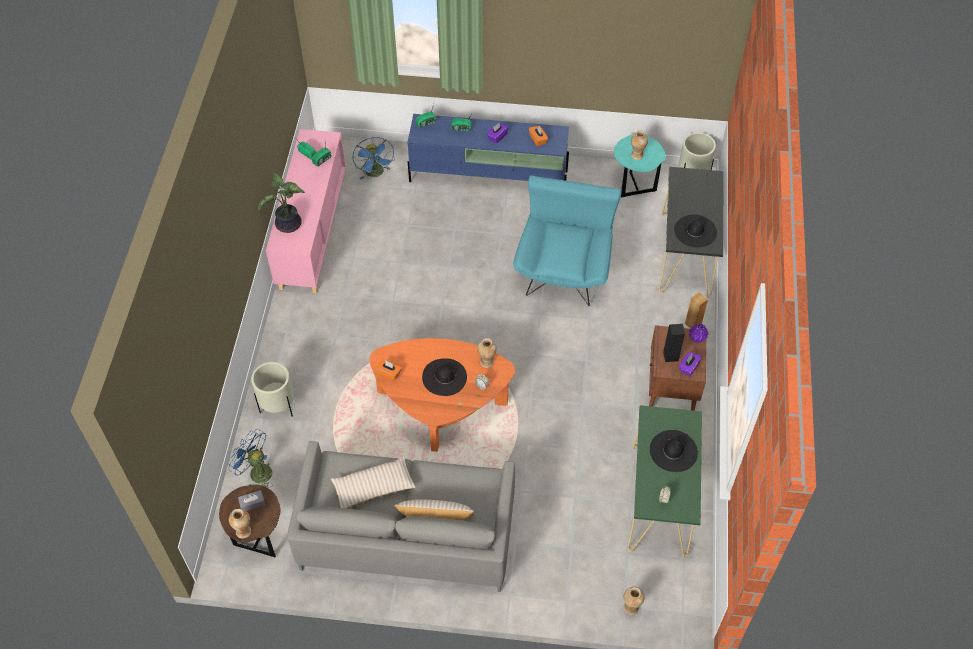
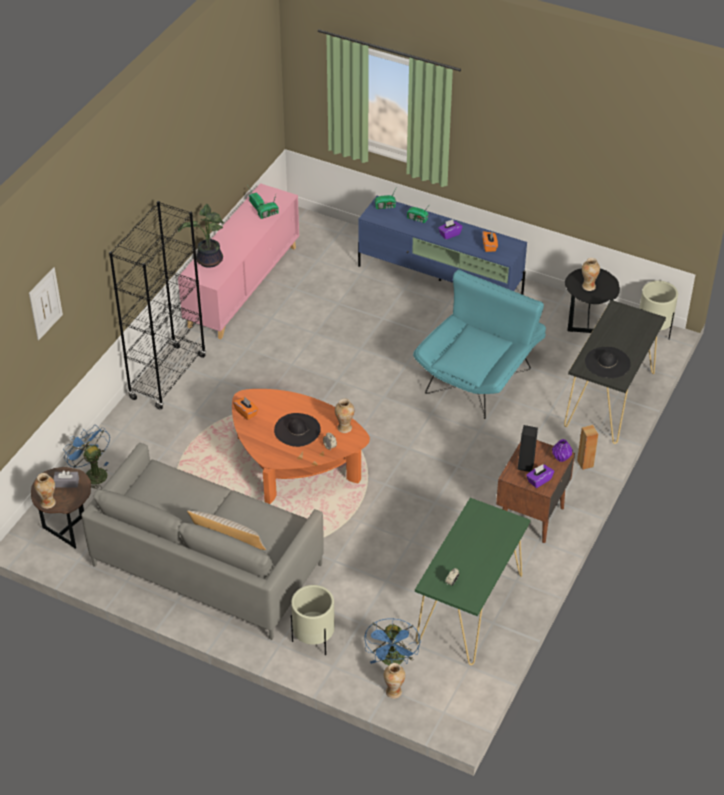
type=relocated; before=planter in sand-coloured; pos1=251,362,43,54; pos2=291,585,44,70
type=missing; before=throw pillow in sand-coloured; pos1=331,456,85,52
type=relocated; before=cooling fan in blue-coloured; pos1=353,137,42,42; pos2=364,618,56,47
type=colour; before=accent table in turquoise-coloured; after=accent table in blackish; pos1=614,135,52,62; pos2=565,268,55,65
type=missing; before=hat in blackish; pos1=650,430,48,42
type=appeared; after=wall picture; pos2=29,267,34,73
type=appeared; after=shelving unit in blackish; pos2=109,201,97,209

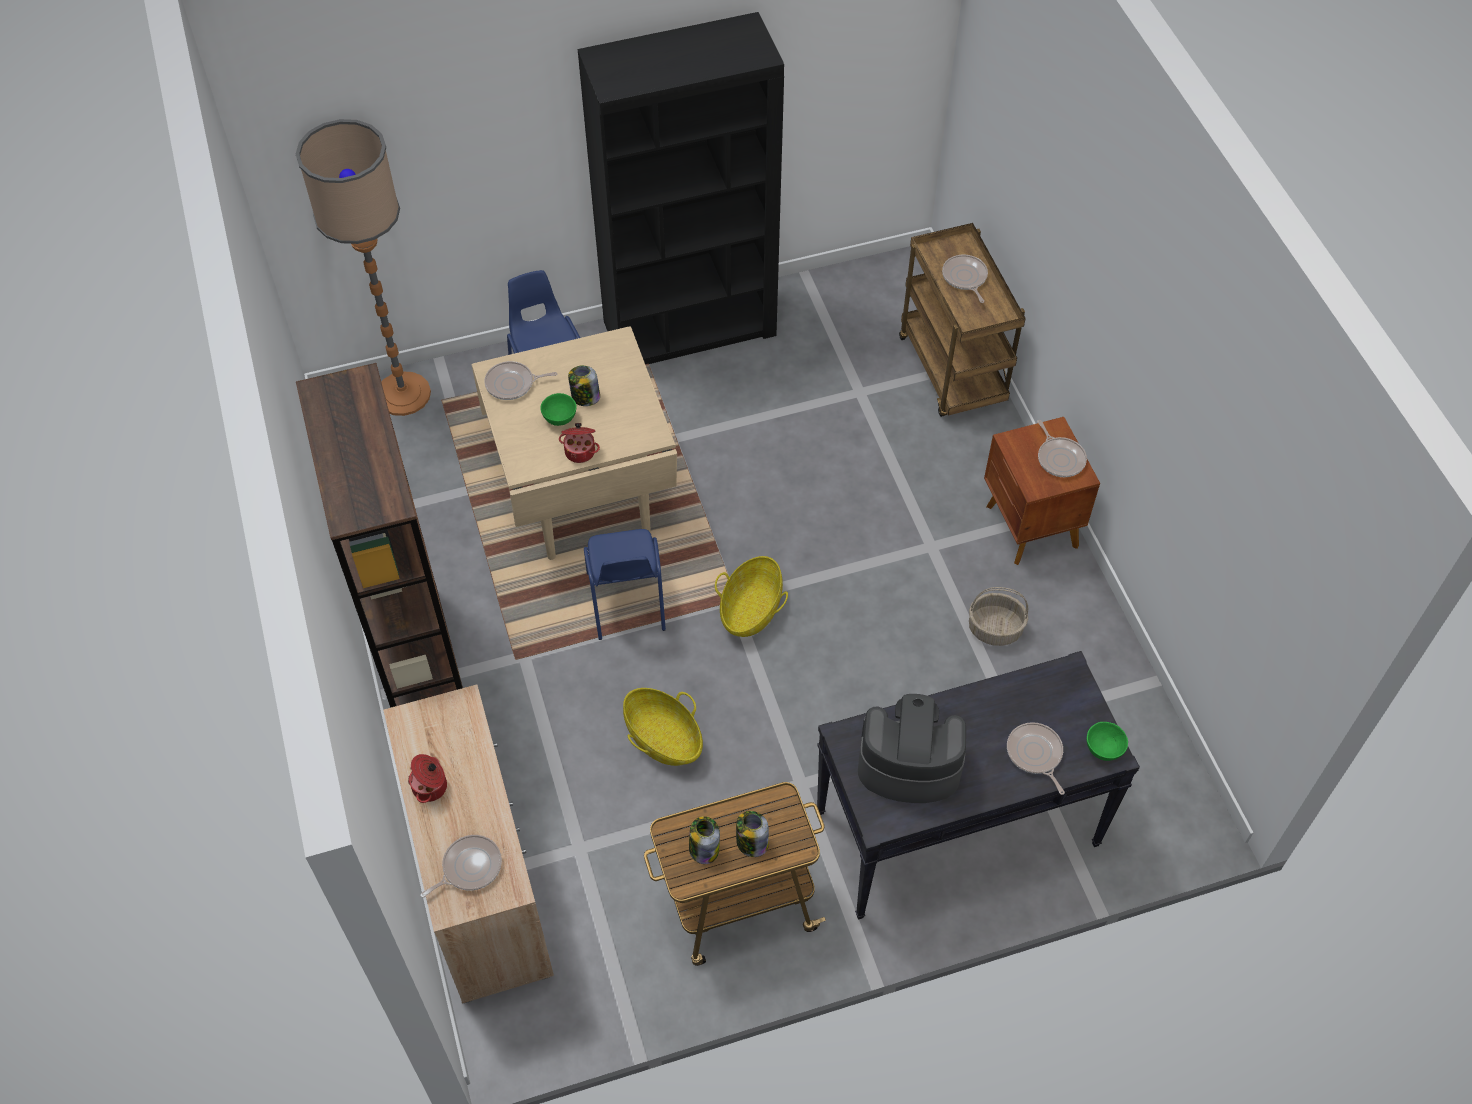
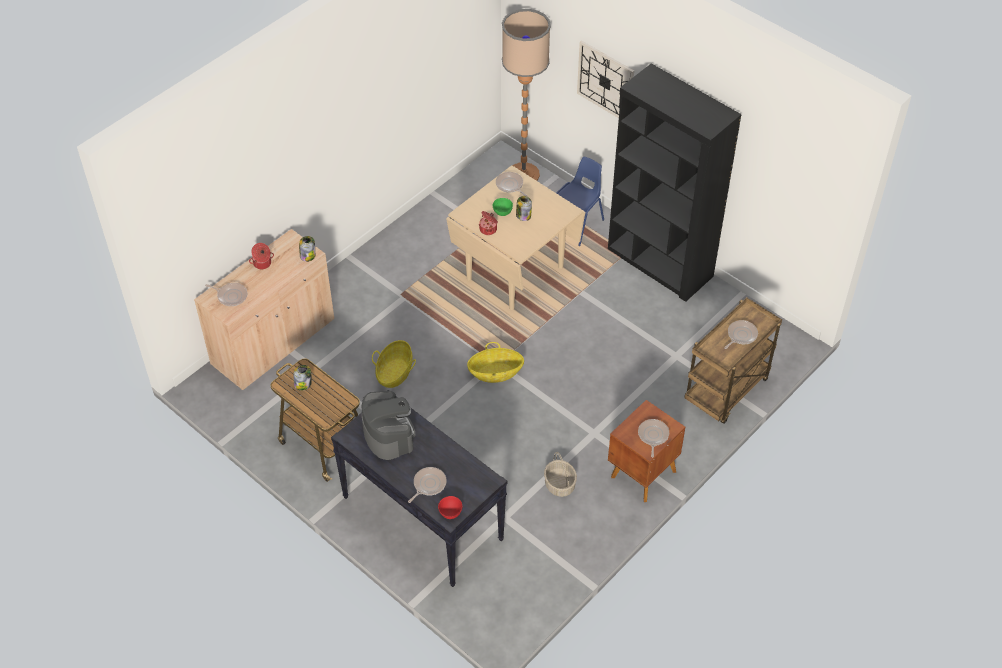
type=missing; before=shelving unit in brown; pos1=296,363,167,345
type=missing; before=plain chair in blue-coloured; pos1=584,529,82,111
type=relocated; before=jar; pos1=736,811,33,46; pos2=299,236,16,26
type=spun; before=skillet; pos1=1037,420,50,57; pos2=638,419,31,38; turn=150
type=colour; before=bowl in greenish; after=bowl in reddish; pos1=1087,722,41,39; pos2=438,496,24,23
type=appeared; after=wall clock; pos2=577,41,57,77

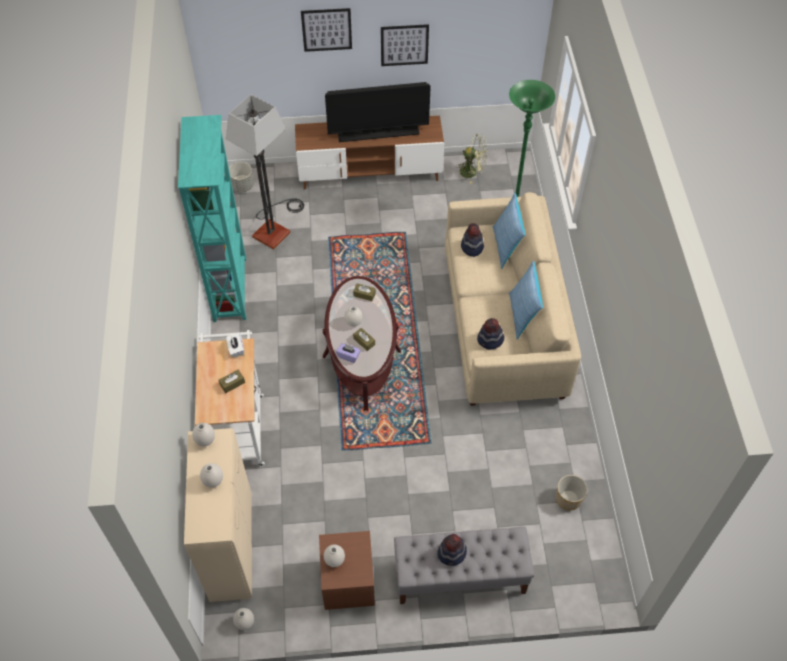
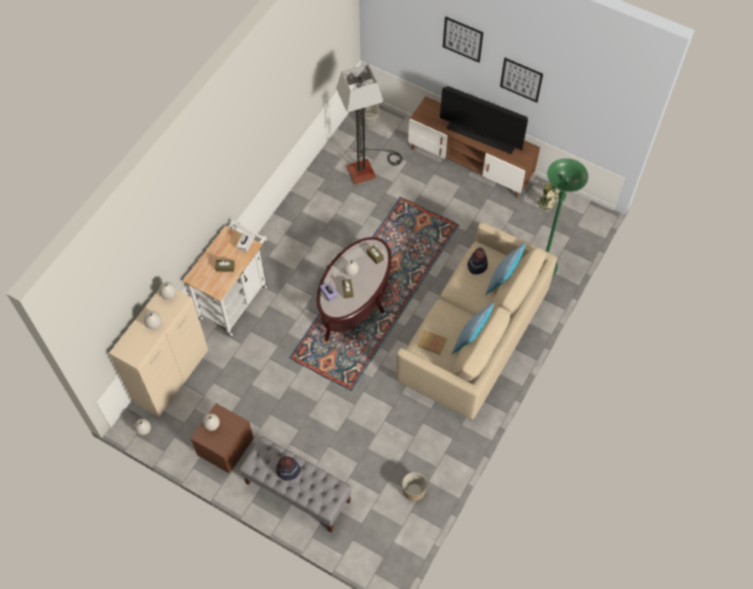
type=missing; before=shelving unit in turquoise-coloured; pos1=178,115,68,207
type=exchanged; before=hat; after=volume; pos1=477,318,27,32; pos2=417,330,30,25

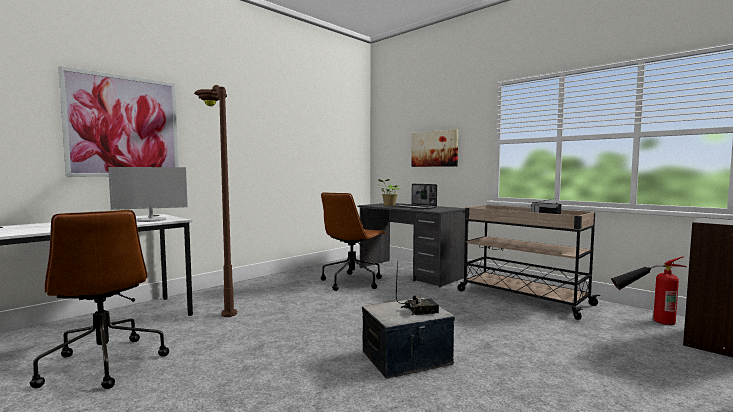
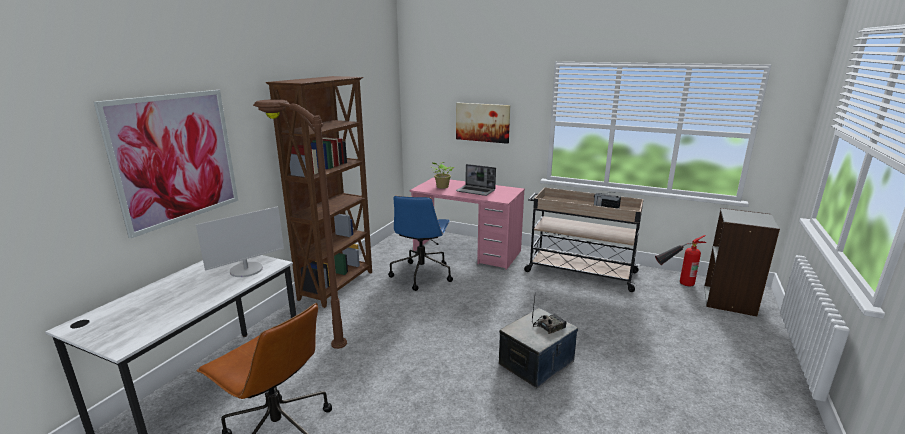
type=colour; before=office chair in brown; after=office chair in blue-coloured; pos1=321,192,65,99; pos2=388,196,65,95
type=colour; before=desk unit in gray; after=desk unit in pink; pos1=357,203,111,84; pos2=410,177,115,93
type=appeared; after=shelving unit in brown; pos2=266,76,106,232

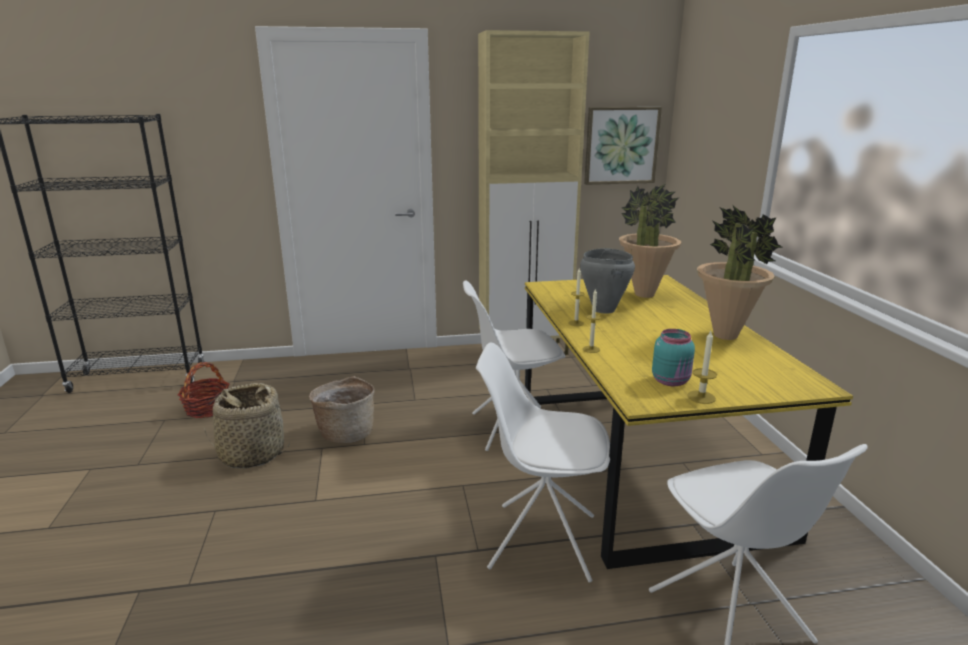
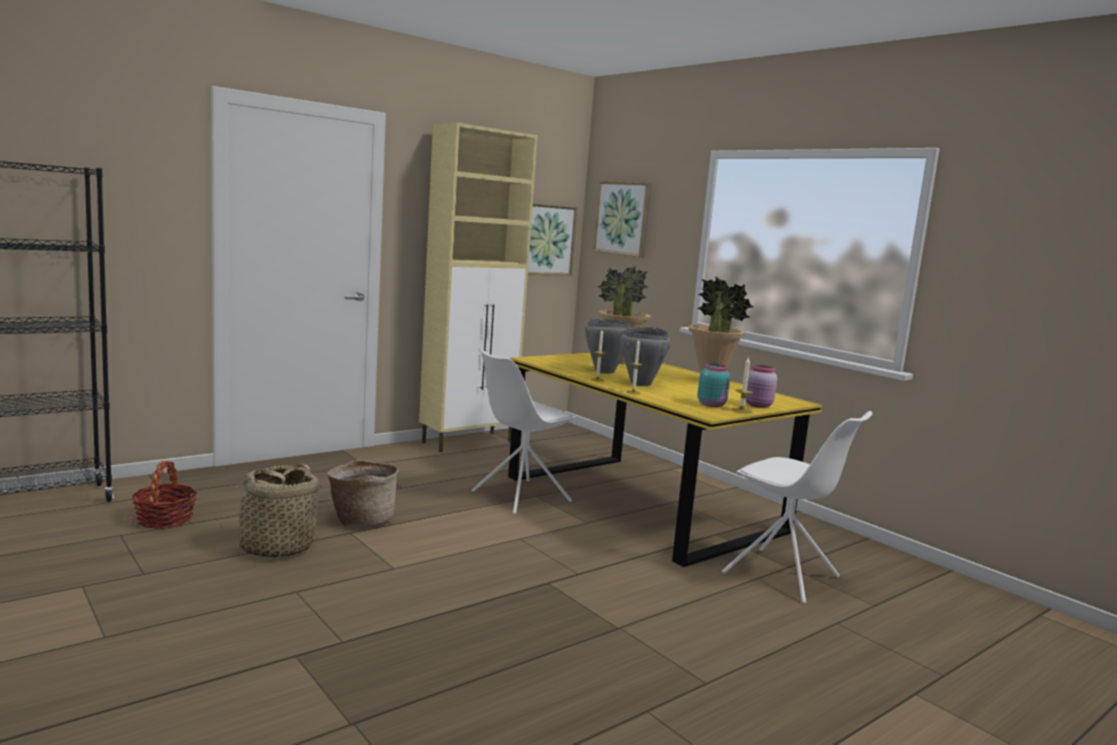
type=missing; before=plain chair in whitish; pos1=476,343,134,239
type=appeared; after=wall picture; pos2=593,181,58,76
type=appeared; after=stockpot in gray; pos2=620,327,50,59
type=appeared; after=jar in pink; pos2=746,365,31,43

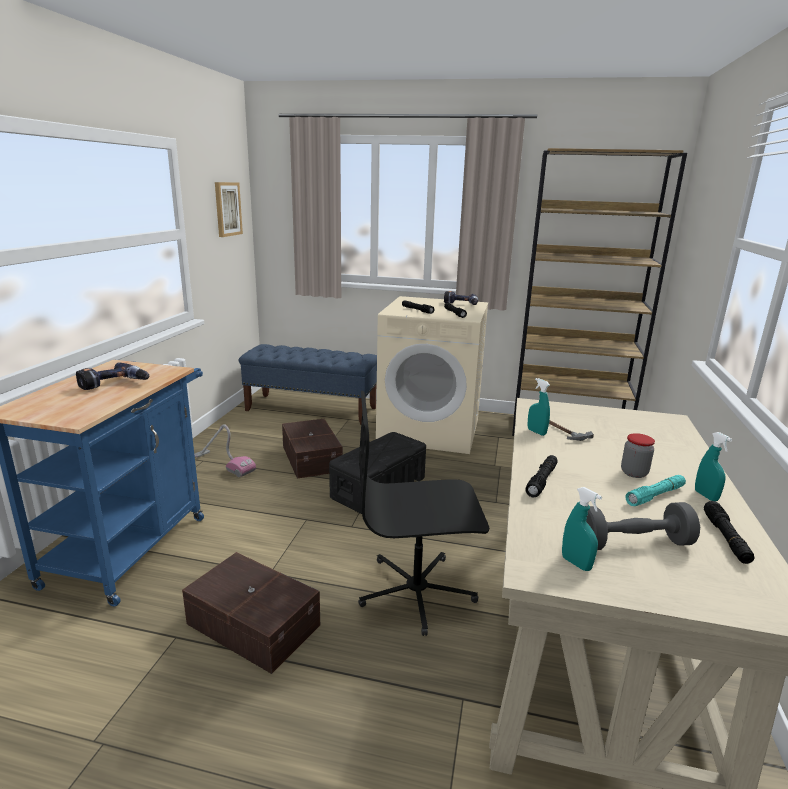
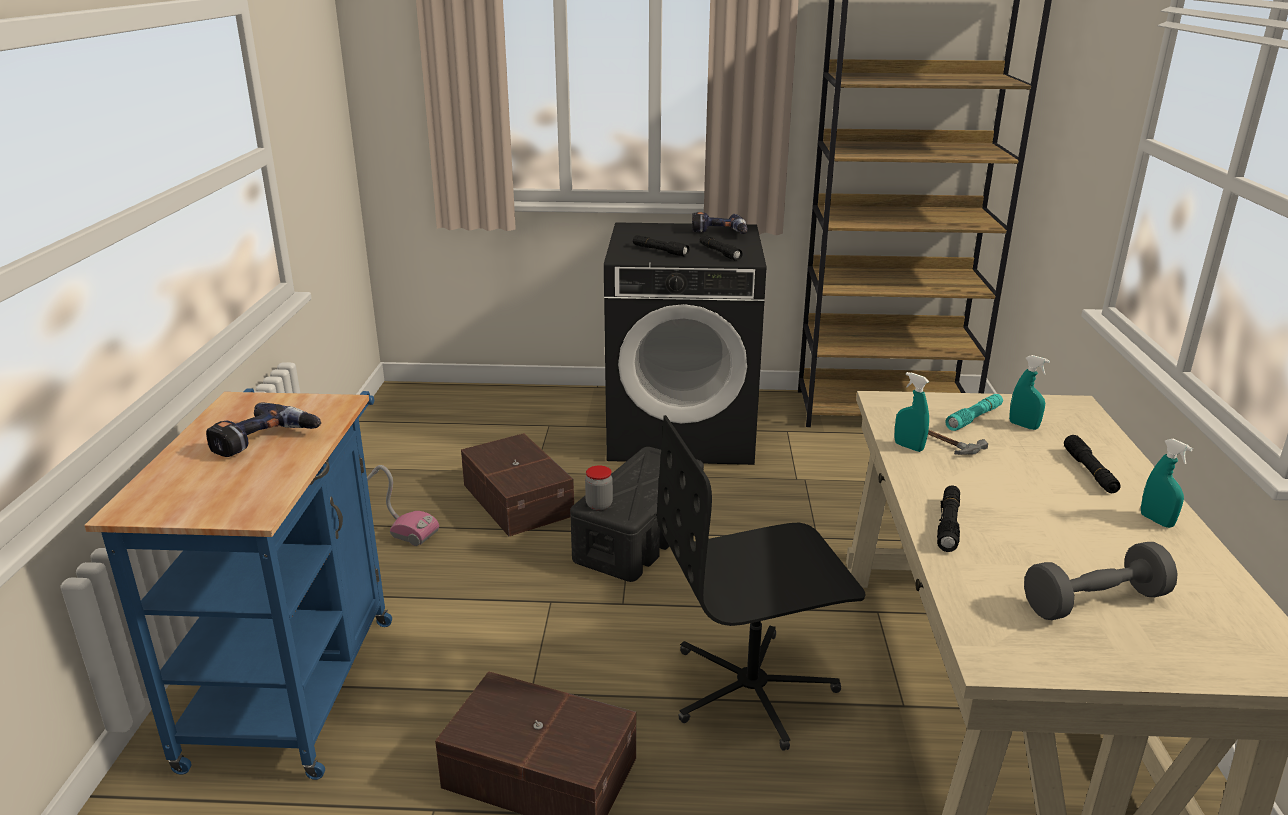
type=missing; before=wall picture; pos1=215,182,28,55
type=missing; before=long seat in blue-coloured; pos1=239,344,138,81
type=colour; before=laundry appliance in sand-coloured; after=laundry appliance in blackish; pos1=376,296,112,158; pos2=604,222,162,243
type=relocated; before=spray bottle in turquoise-coloured; pos1=562,487,40,84; pos2=1009,355,41,75
type=relocated; before=jar; pos1=621,433,34,45; pos2=585,465,28,45
type=relocated; before=torch in turquoise-coloured; pos1=625,475,61,31; pos2=945,394,58,37
type=relocated; before=torch in blackish; pos1=704,501,50,63; pos2=1064,435,56,58

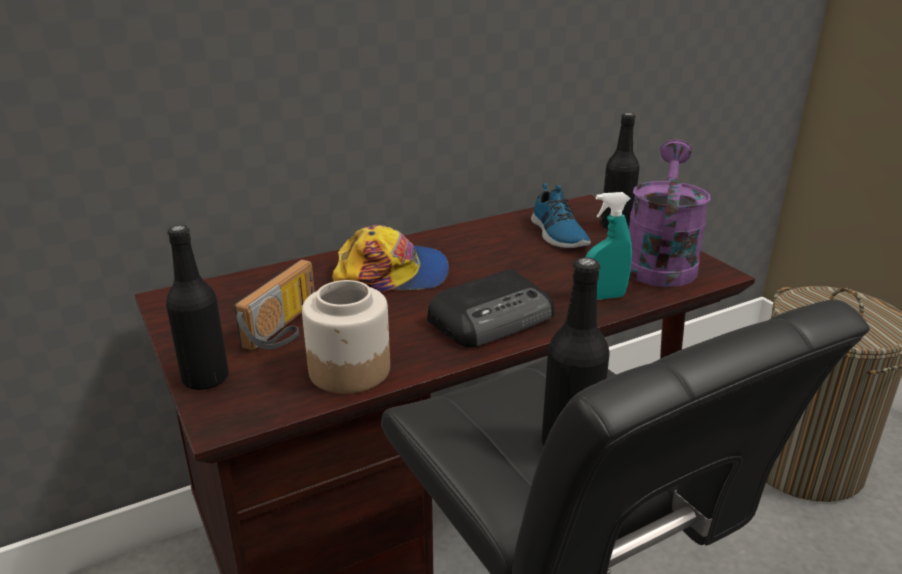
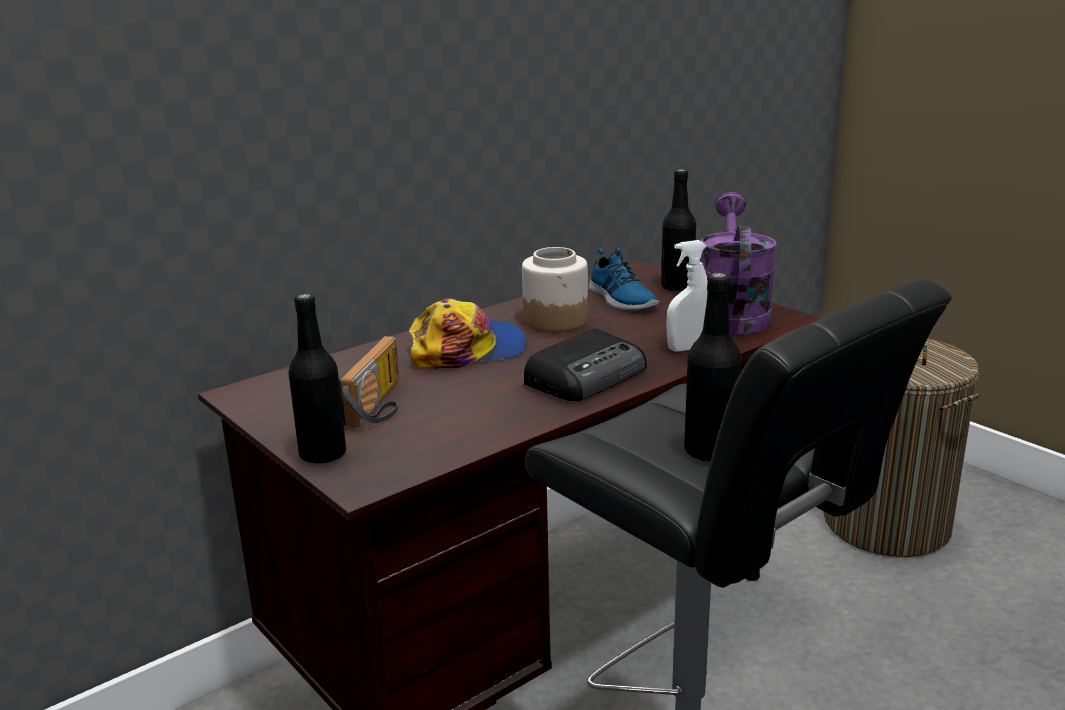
type=relocated; before=jar; pos1=302,280,88,114; pos2=522,247,66,85
type=colour; before=spray bottle in turquoise-coloured; after=spray bottle in whitish; pos1=586,192,46,108; pos2=666,240,42,112

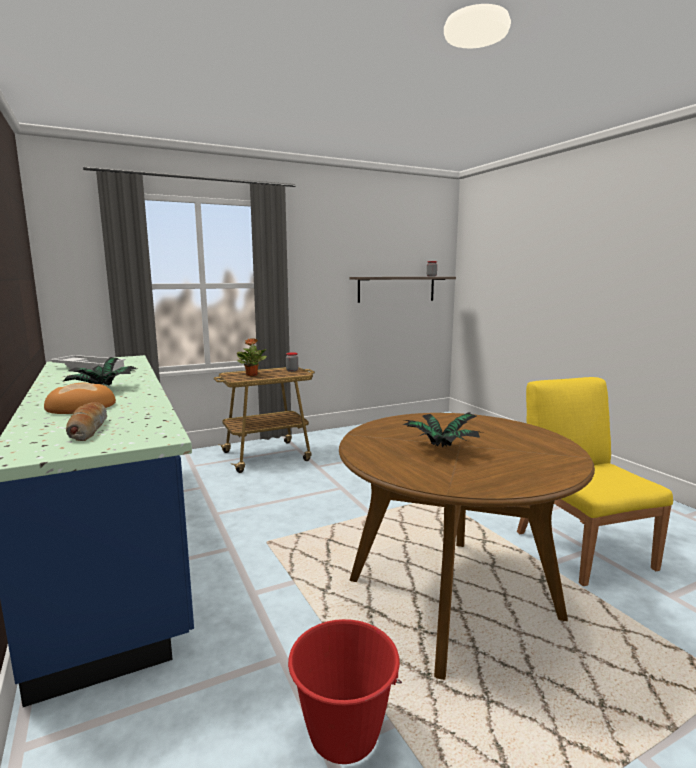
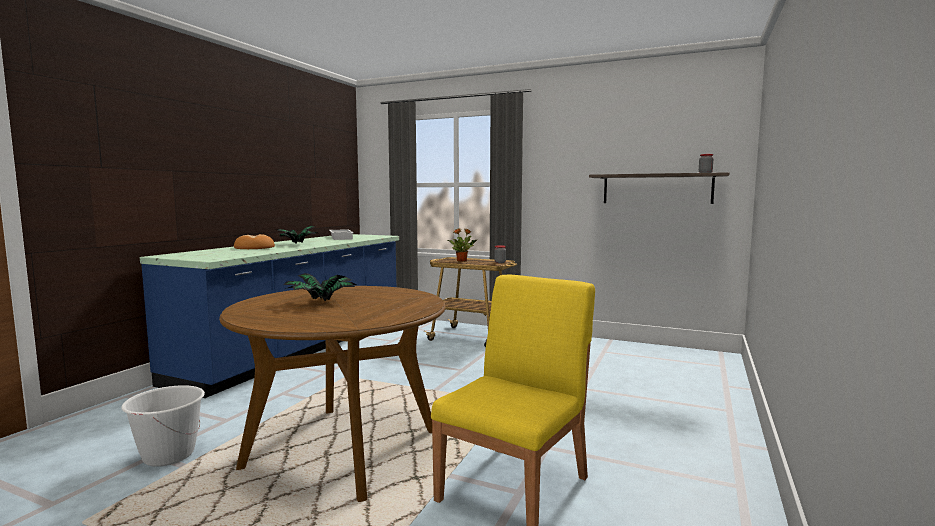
type=missing; before=bakery bread; pos1=66,402,41,39
type=colour; before=pail in reddish; after=pail in whitish; pos1=288,619,114,145; pos2=121,385,84,82

